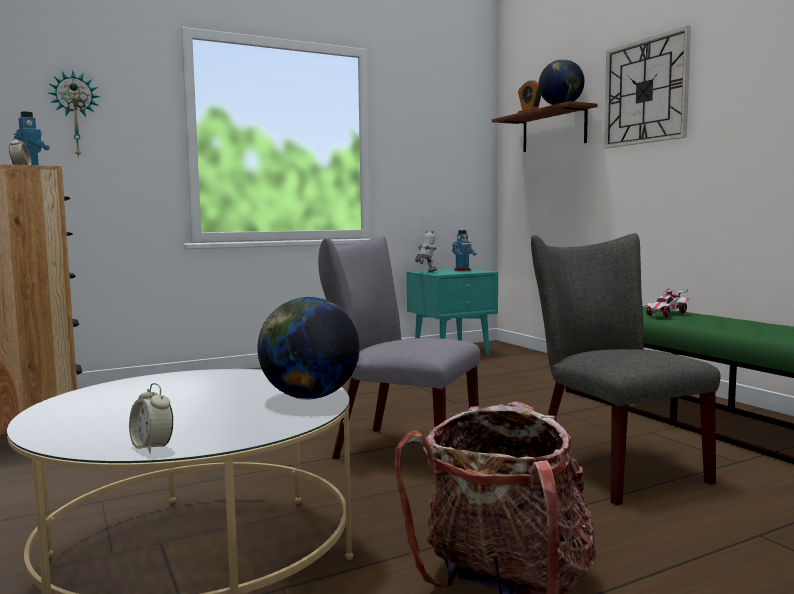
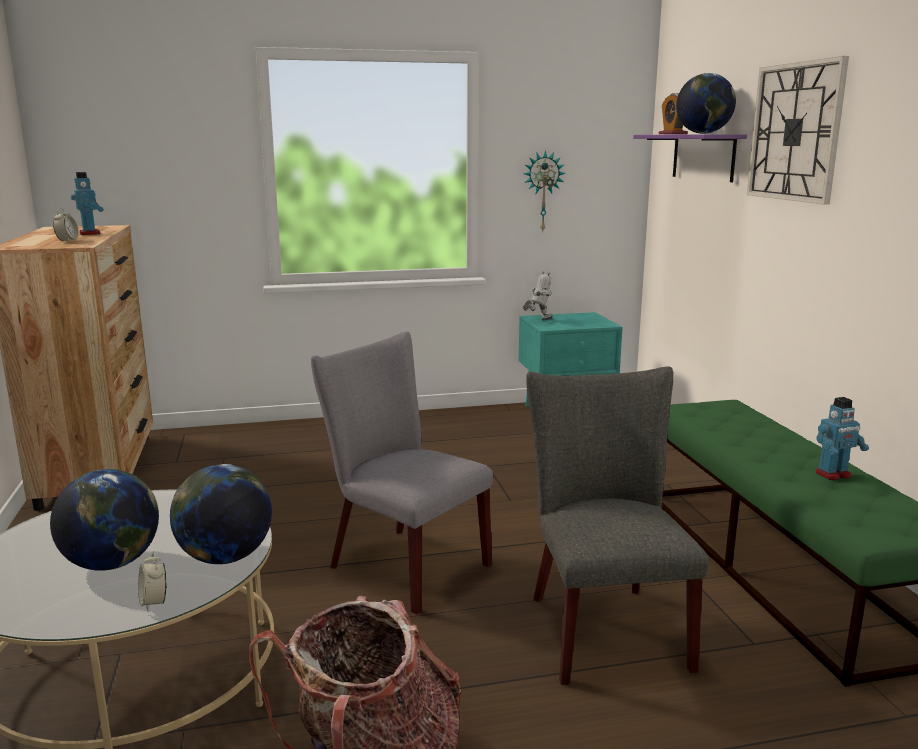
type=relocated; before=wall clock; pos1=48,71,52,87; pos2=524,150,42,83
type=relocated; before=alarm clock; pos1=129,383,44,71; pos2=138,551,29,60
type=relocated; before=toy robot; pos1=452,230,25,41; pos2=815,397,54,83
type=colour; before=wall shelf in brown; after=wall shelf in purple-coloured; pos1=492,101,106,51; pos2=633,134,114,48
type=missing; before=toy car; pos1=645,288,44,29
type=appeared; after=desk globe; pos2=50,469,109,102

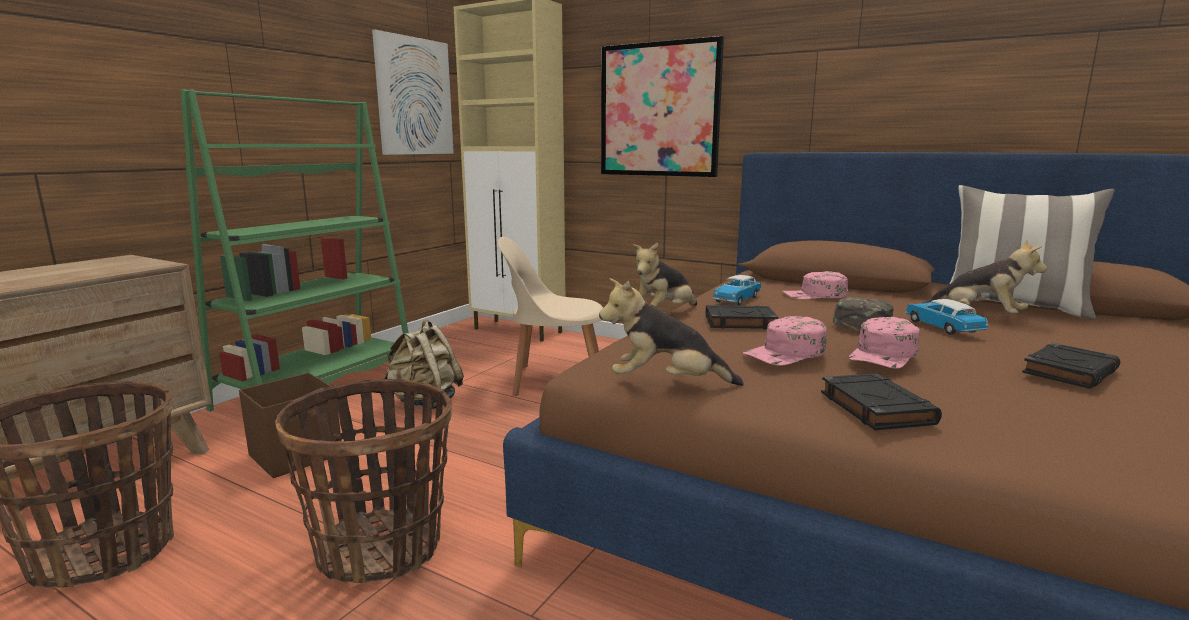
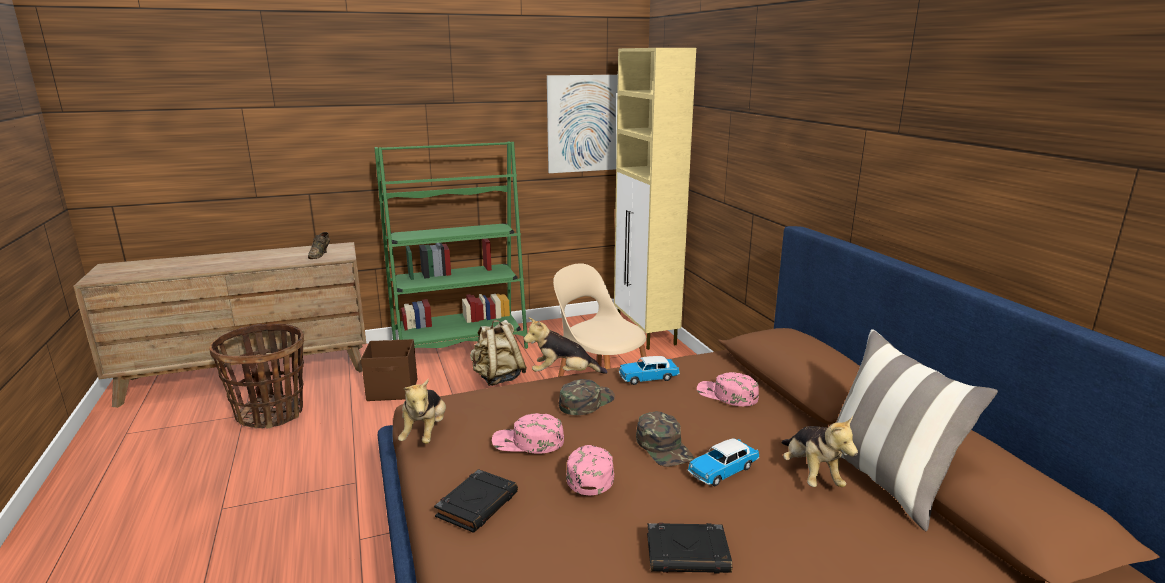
type=missing; before=basket; pos1=275,379,177,204
type=spun; before=soft toy; pos1=599,278,145,108; pos2=398,379,48,65; turn=-135
type=missing; before=wall picture; pos1=601,36,123,141
type=exchanged; before=volume in blackish; after=baseball cap in greenish; pos1=706,305,72,24; pos2=559,379,56,36
type=spun; before=baseball cap in pink; pos1=848,317,72,52; pos2=566,445,48,50; turn=105
type=spun; before=toy car; pos1=905,299,83,36; pos2=687,438,73,48; turn=-150
type=appeared; after=item of footwear in brown; pos2=308,232,22,27

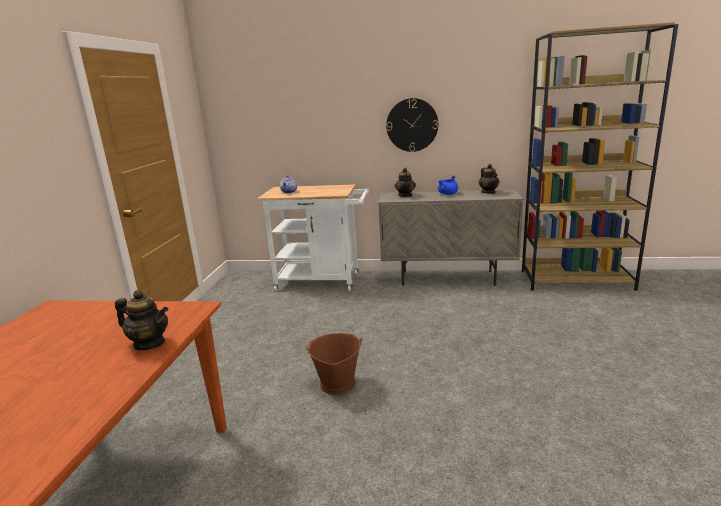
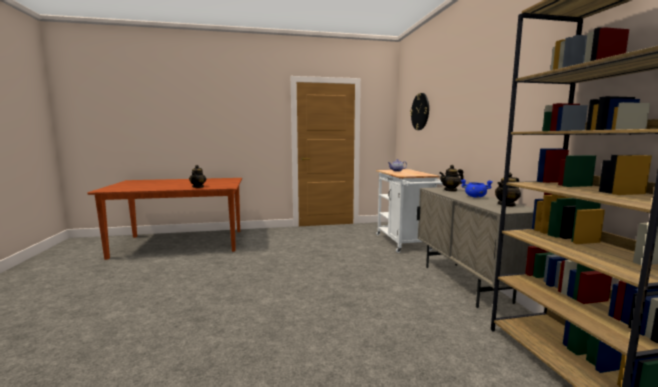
type=missing; before=pail in brown; pos1=305,333,58,62
type=relocated; before=wall clock; pos1=386,98,52,54; pos2=410,93,19,37

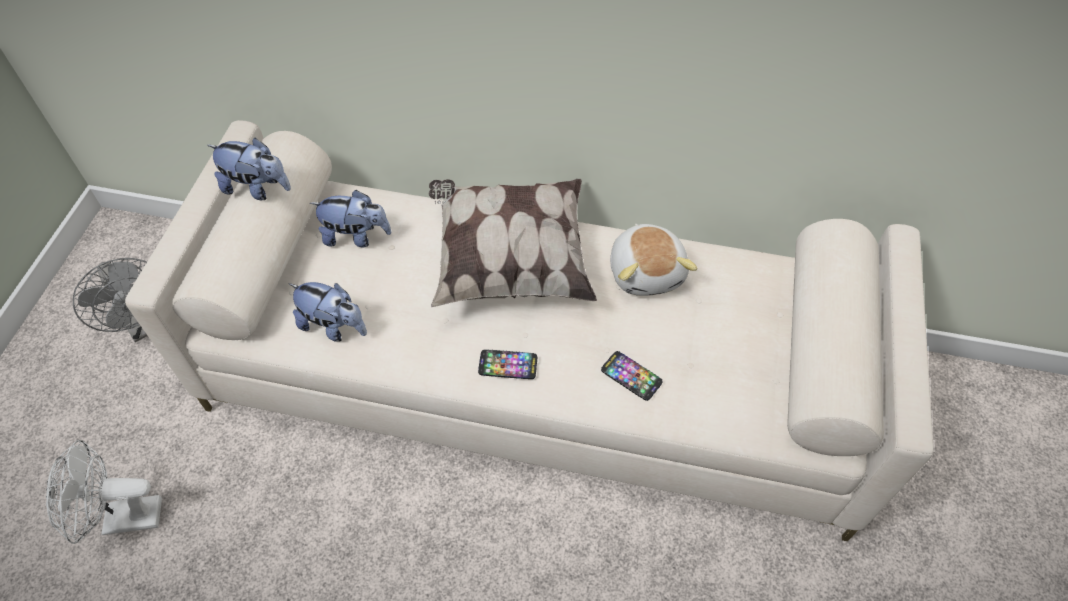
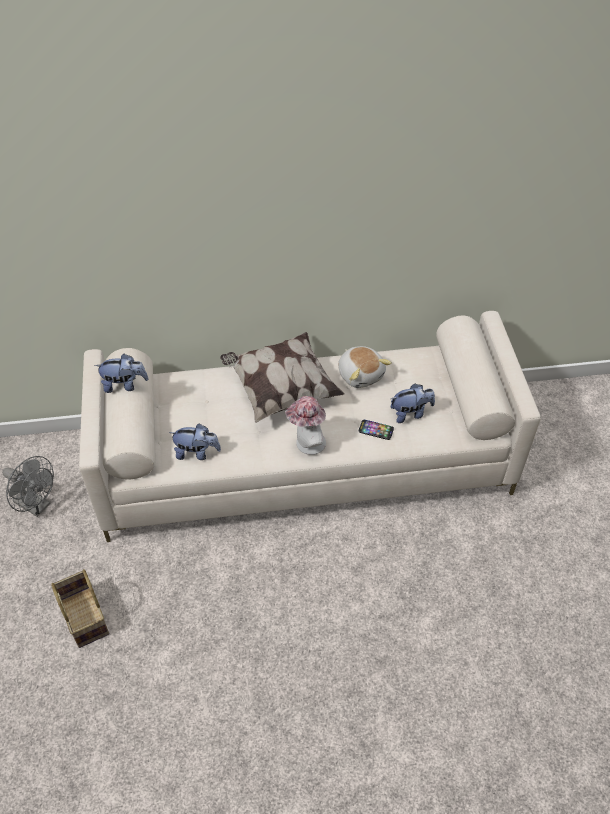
type=exchanged; before=cooling fan in whitish; after=basket; pos1=46,440,116,104; pos2=51,569,58,79
type=relocated; before=soft toy; pos1=310,190,82,57; pos2=391,383,44,40
type=exchanged; before=telephone; after=hat; pos1=478,349,59,30; pos2=285,396,41,59

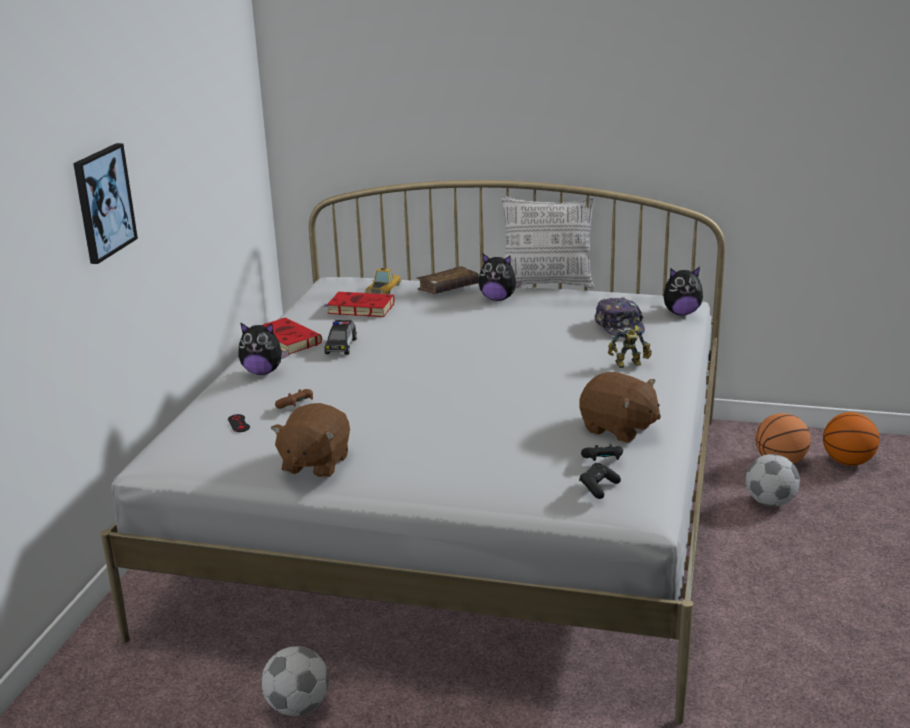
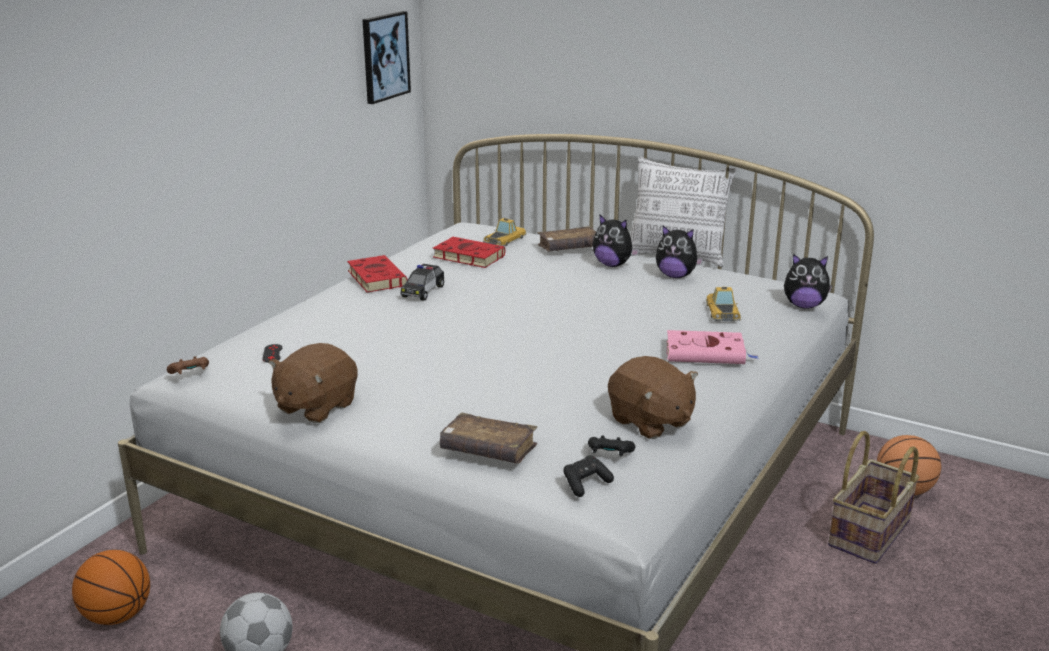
type=relocated; before=wall picture; pos1=73,143,65,121; pos2=362,11,49,93
type=relocated; before=soft toy; pos1=238,322,50,53; pos2=656,226,47,52
type=relocated; before=gamepad in brown; pos1=275,389,38,20; pos2=167,356,42,18
type=exchanged; before=baseball cap; after=toy car; pos1=595,297,50,41; pos2=706,287,35,34
type=exchanged; before=toy robot; after=volume in pink; pos1=608,329,44,39; pos2=666,330,93,34
type=exchanged; before=ball for football; after=basket; pos1=746,454,54,52; pos2=828,431,91,133
type=relocated; before=basketball ball; pos1=823,412,56,54; pos2=72,550,78,75
type=appeared; after=volume in brown; pos2=440,413,97,50

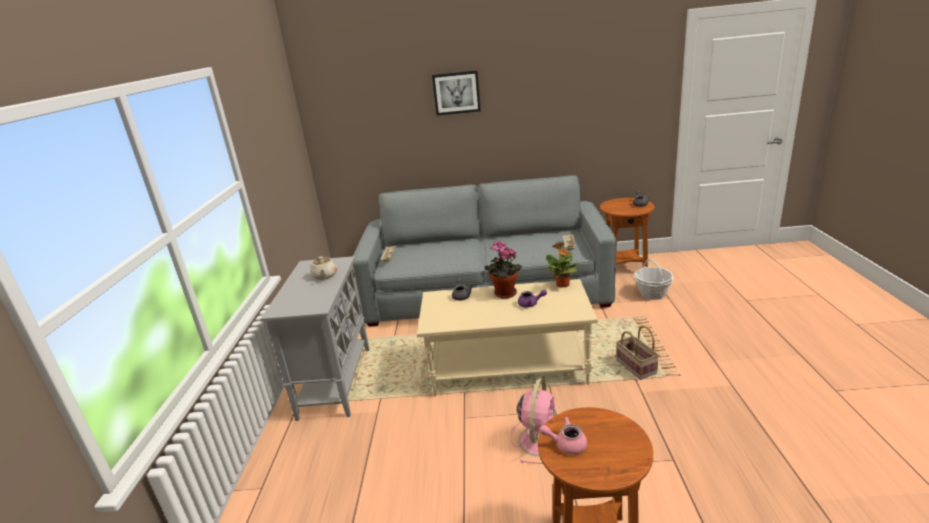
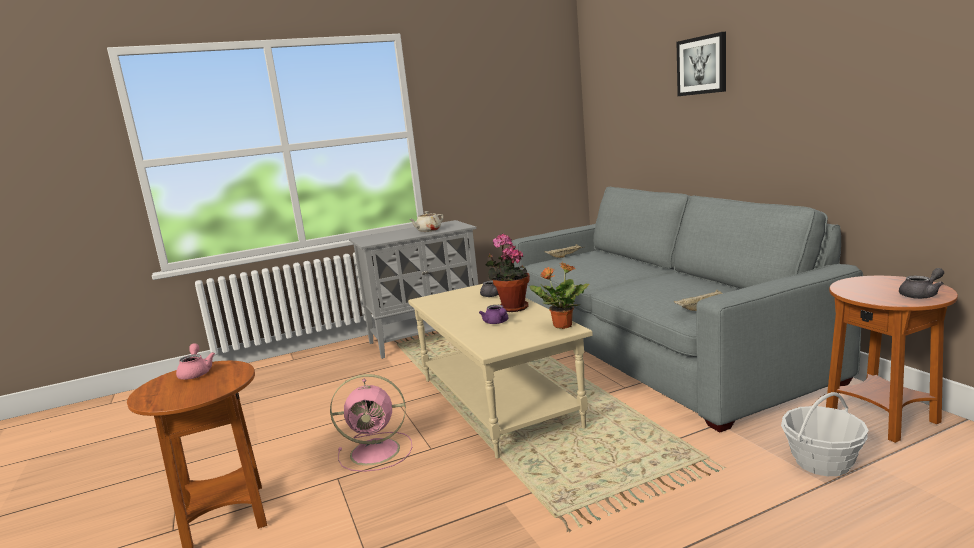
type=missing; before=basket; pos1=616,325,43,55

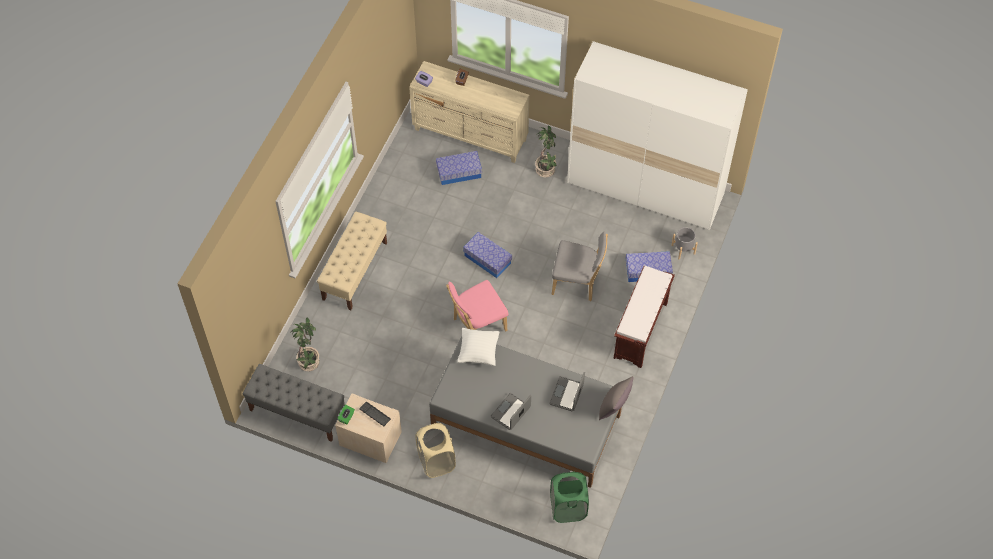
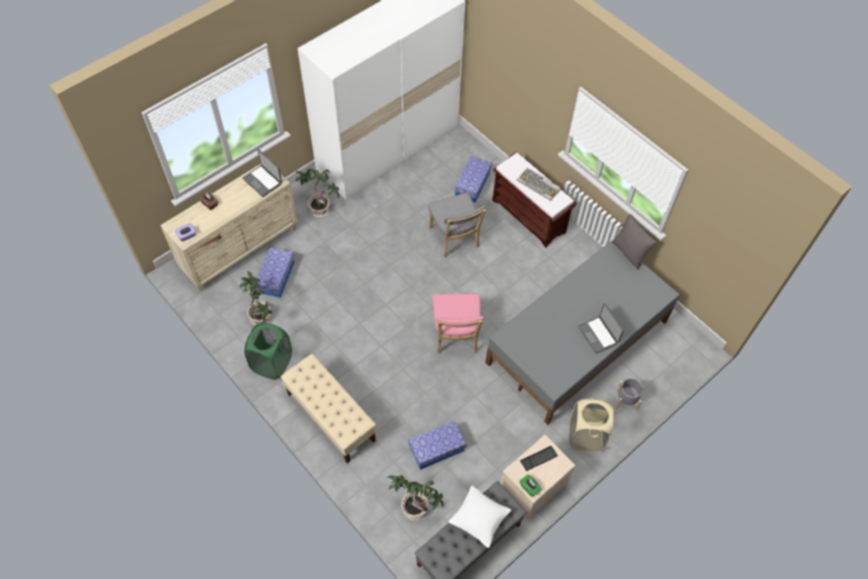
type=relocated; before=throw pillow in whitish; pos1=457,328,42,38; pos2=448,486,63,62
type=relocated; before=storage bin; pos1=463,232,49,46; pos2=408,421,58,49
type=relocated; before=portable computer; pos1=550,372,35,39; pos2=243,149,39,48
type=relocated; before=washing basket in greenish; pos1=550,471,39,52; pos2=245,322,47,58
type=spun; before=plain chair in gray; pos1=552,231,56,70; pos2=428,193,58,64; turn=120
type=relocated; before=planter in gray; pos1=671,227,27,33; pos2=616,378,27,33
type=appeared; after=plant in a pot; pos2=239,272,33,54
type=appeared; after=computer keyboard; pos2=517,168,44,33

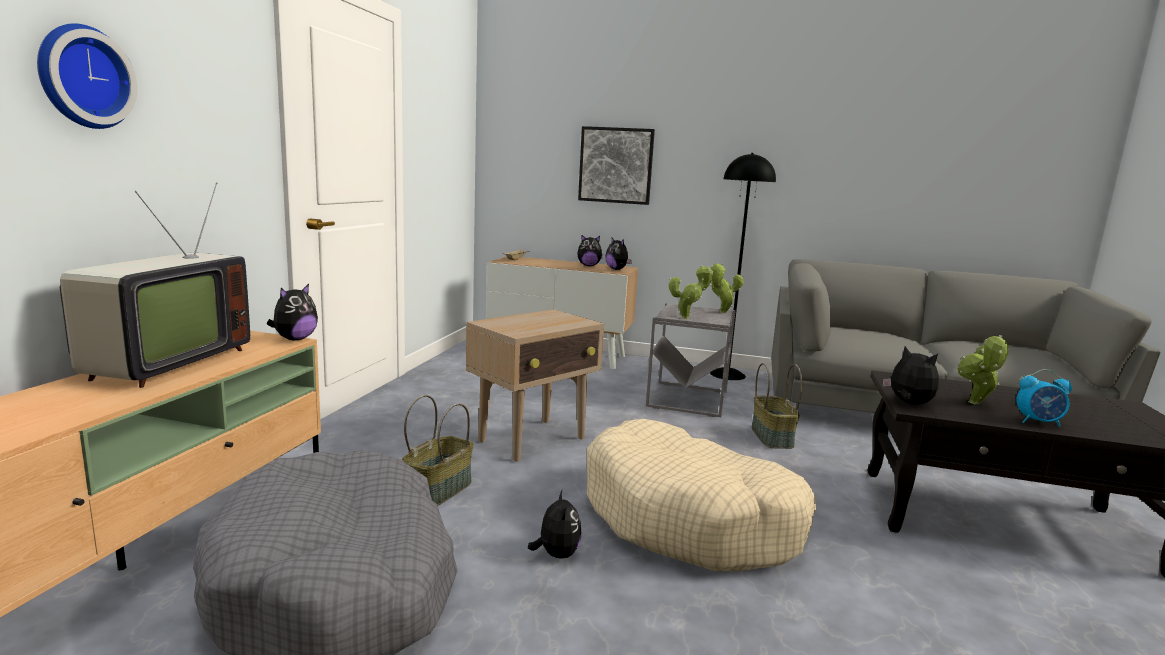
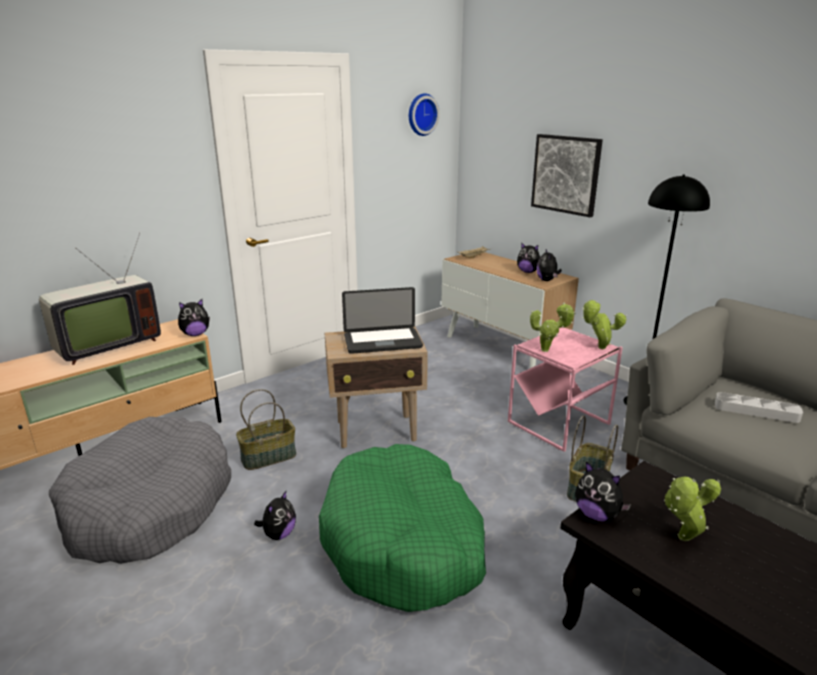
type=relocated; before=wall clock; pos1=37,23,101,106; pos2=409,93,31,43
type=colour; before=pet bed in sand-coloured; after=pet bed in greenish; pos1=587,419,229,152; pos2=319,444,167,168
type=colour; before=accent table in gray; after=accent table in pink; pos1=646,303,90,114; pos2=508,327,115,125
type=spun; before=soft toy; pos1=883,346,56,59; pos2=575,461,56,61; turn=135
type=missing; before=alarm clock; pos1=1017,369,55,58
type=appeared; after=portable computer; pos2=342,287,81,67
type=appeared; after=serving tray in gray; pos2=715,392,88,31

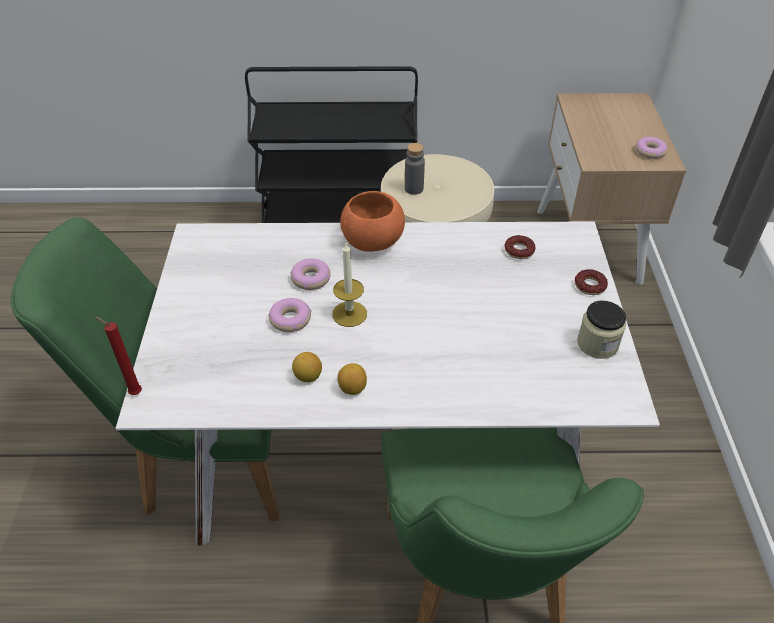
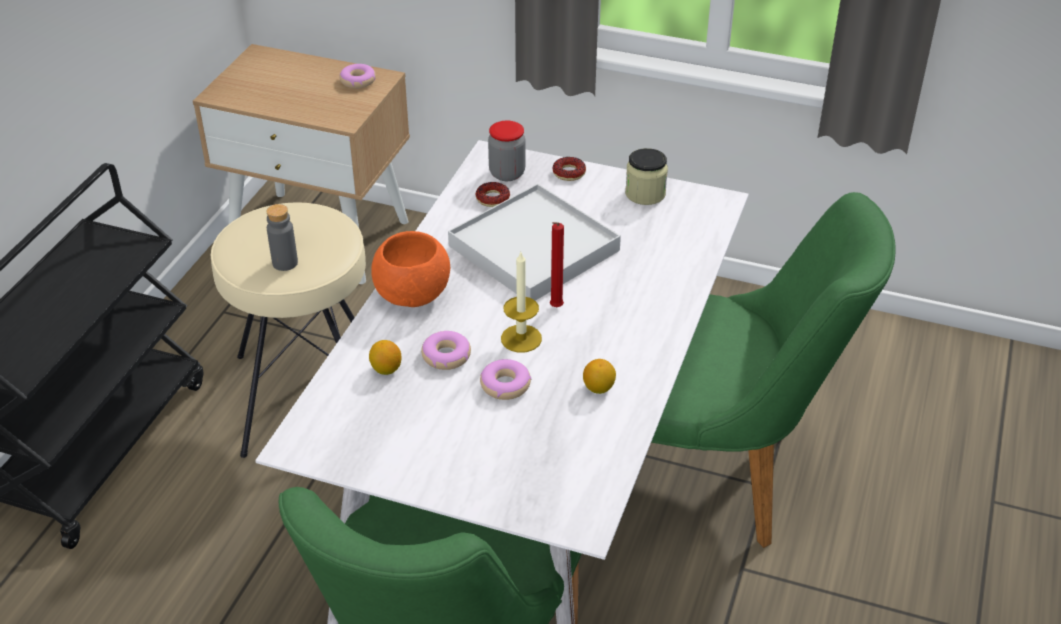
type=relocated; before=candle in reddish; pos1=95,317,47,78; pos2=550,222,14,85
type=relocated; before=whole lemon; pos1=337,363,30,32; pos2=369,340,32,35
type=appeared; after=serving tray in whitish; pos2=448,184,173,117
type=appeared; after=jar; pos2=488,121,38,60

